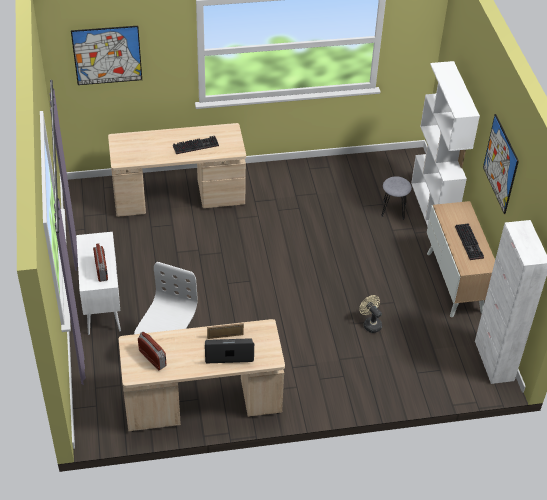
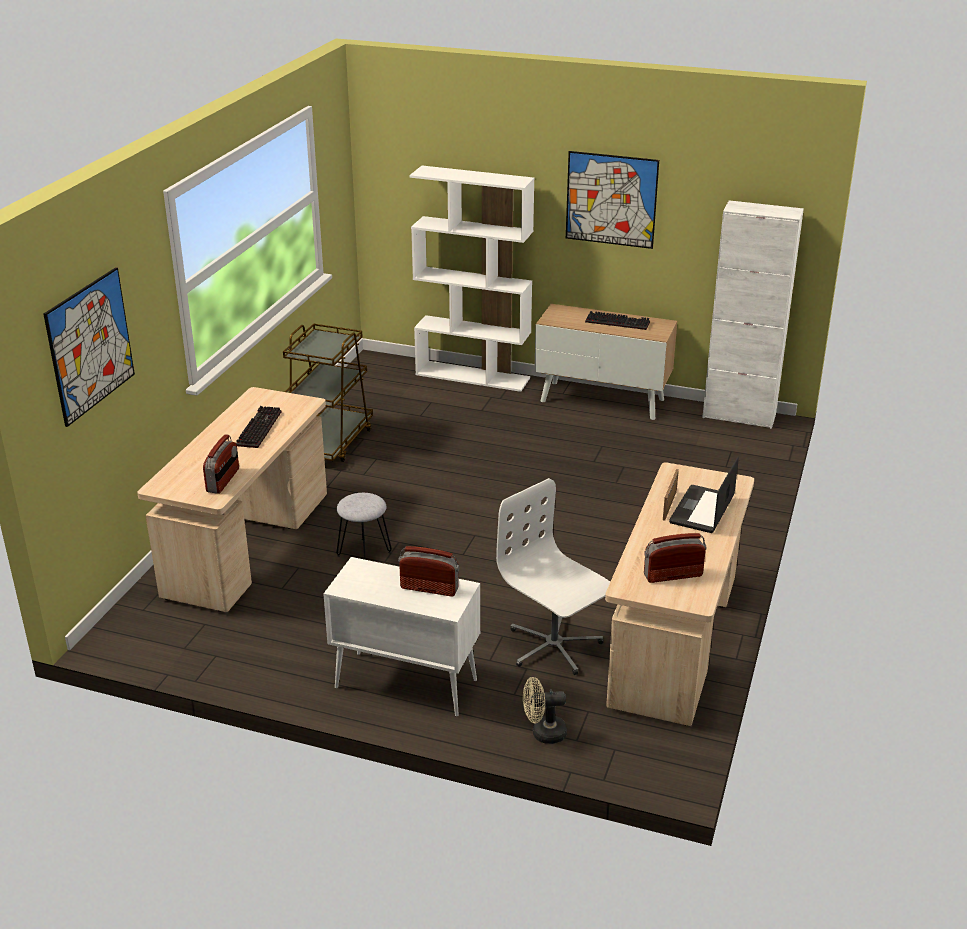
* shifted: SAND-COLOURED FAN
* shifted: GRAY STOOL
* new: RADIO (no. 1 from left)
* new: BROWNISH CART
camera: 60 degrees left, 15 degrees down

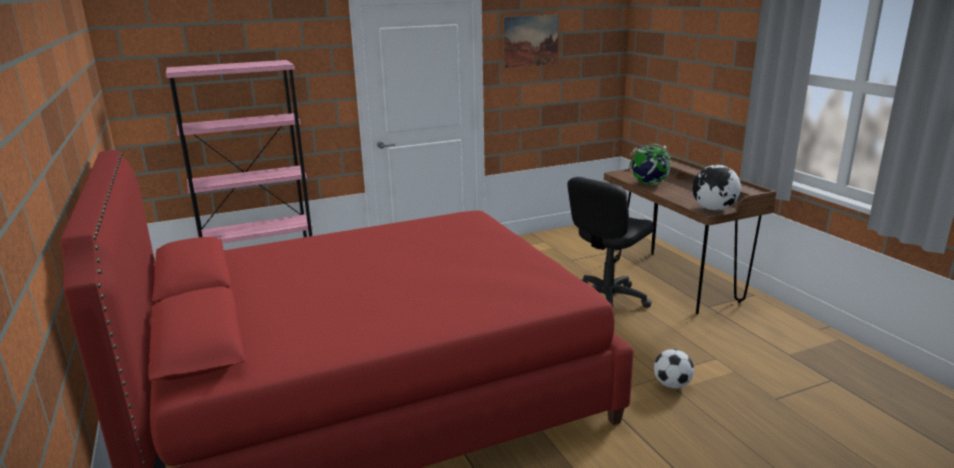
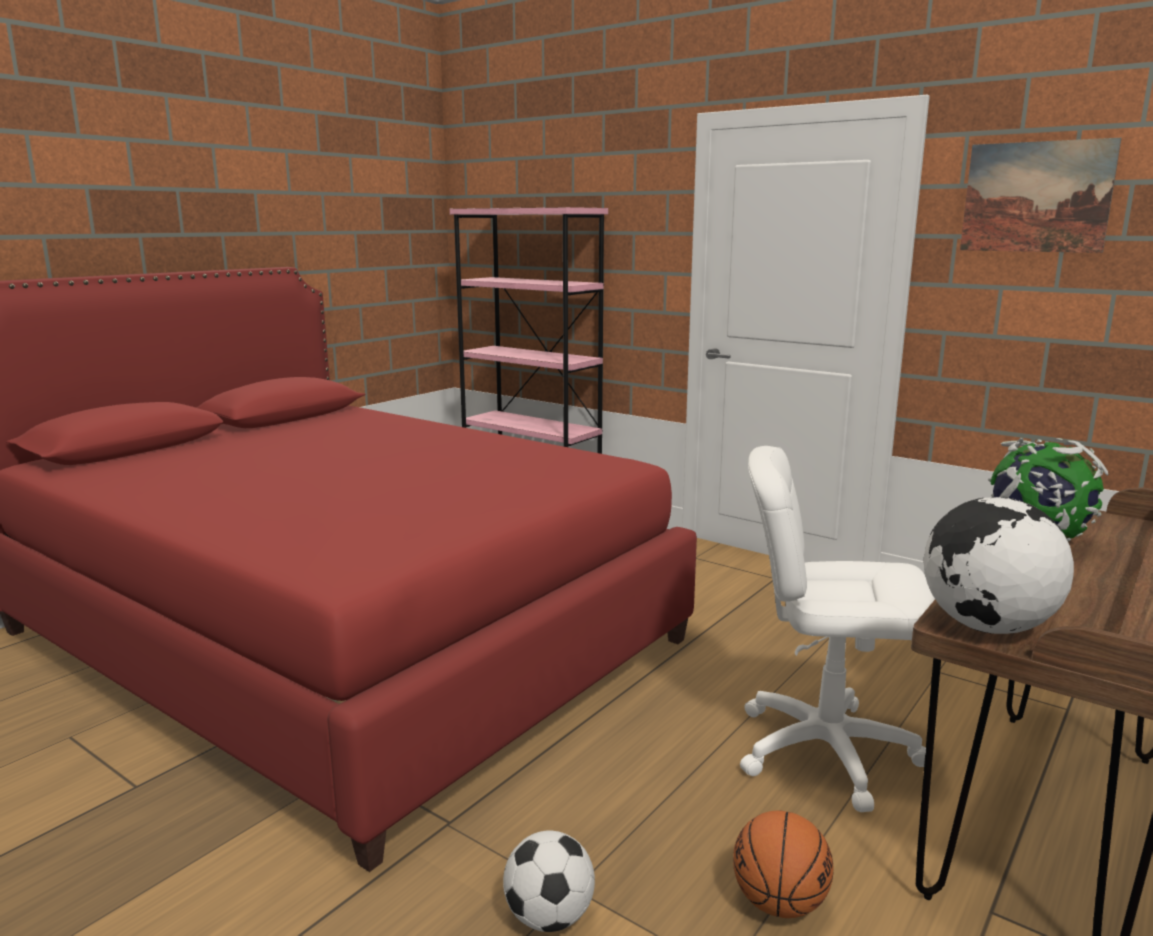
* repainted: BLACKISH COMPUTER CHAIR to WHITISH COMPUTER CHAIR
* new: BASKETBALL BALL
camera: 60 degrees right, 5 degrees down

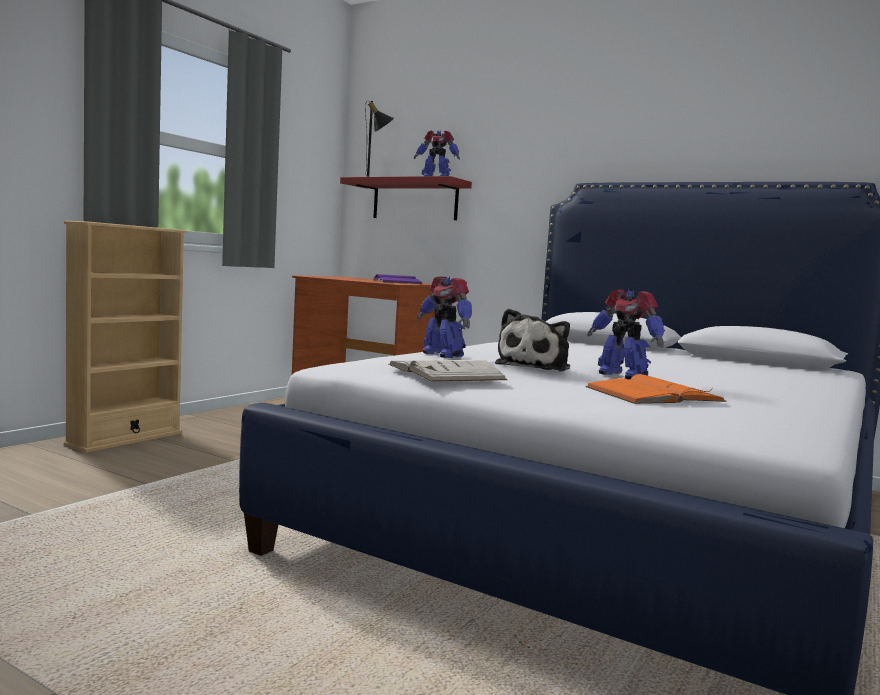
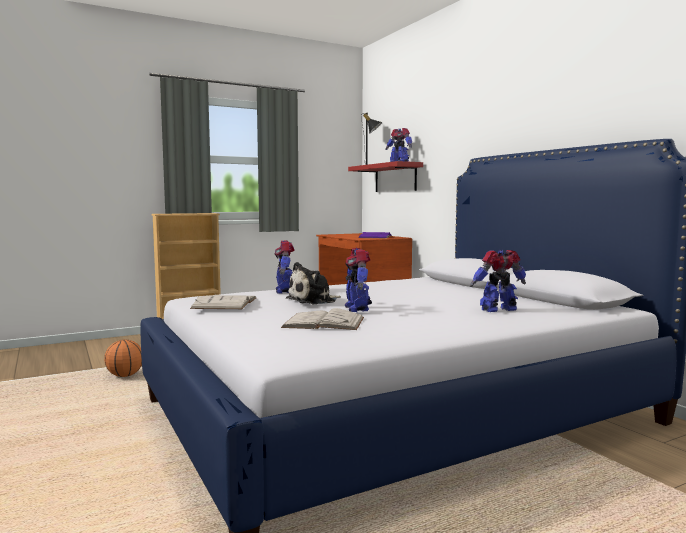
* repainted: ORANGE VOLUME to WHITISH VOLUME (no. 2 from left)
* new: BASKETBALL BALL
* new: MODEL ROBOT (no. 4 from left)
camera: 30 degrees right, 0 degrees up

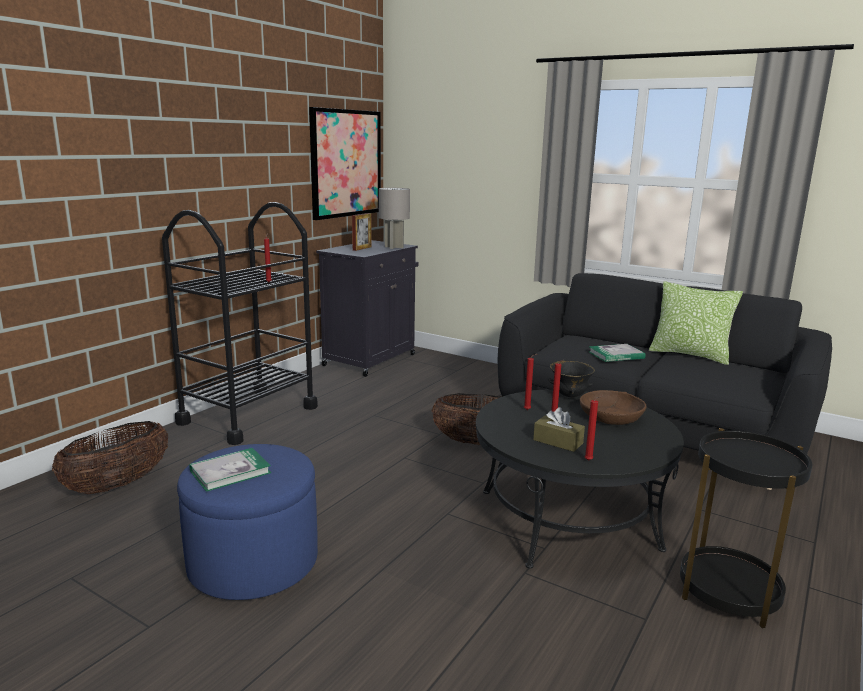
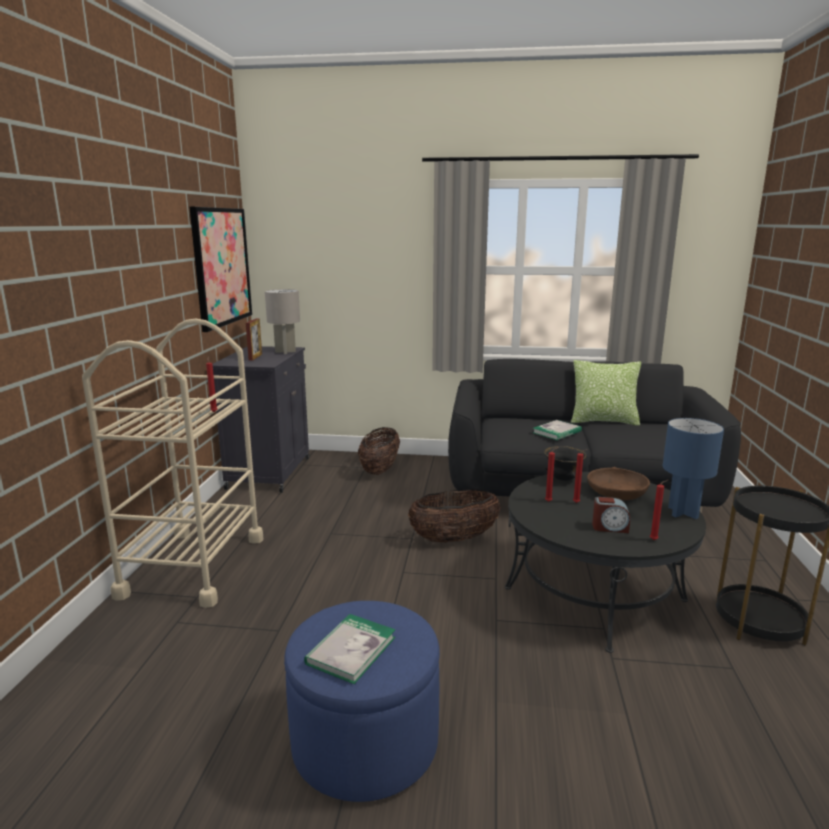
* shifted: BASKET (no. 1 from left)
* repainted: BLACKISH CART to SAND-COLOURED CART
* swapped: BROWNISH TISSUE HOLDER to ALARM CLOCK
* new: BLUE LAMP FOR A TABLE
camera: 25 degrees left, 0 degrees up

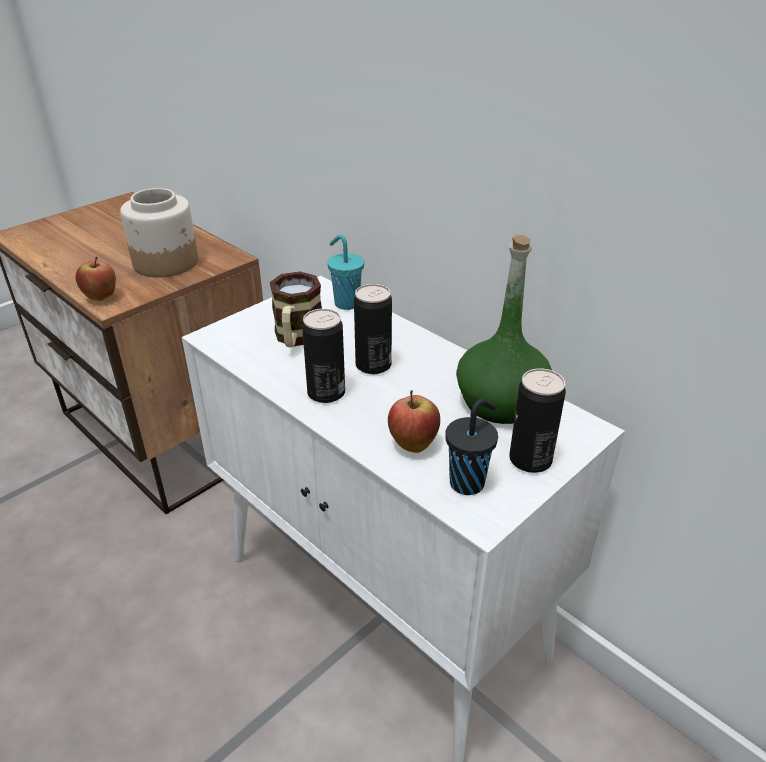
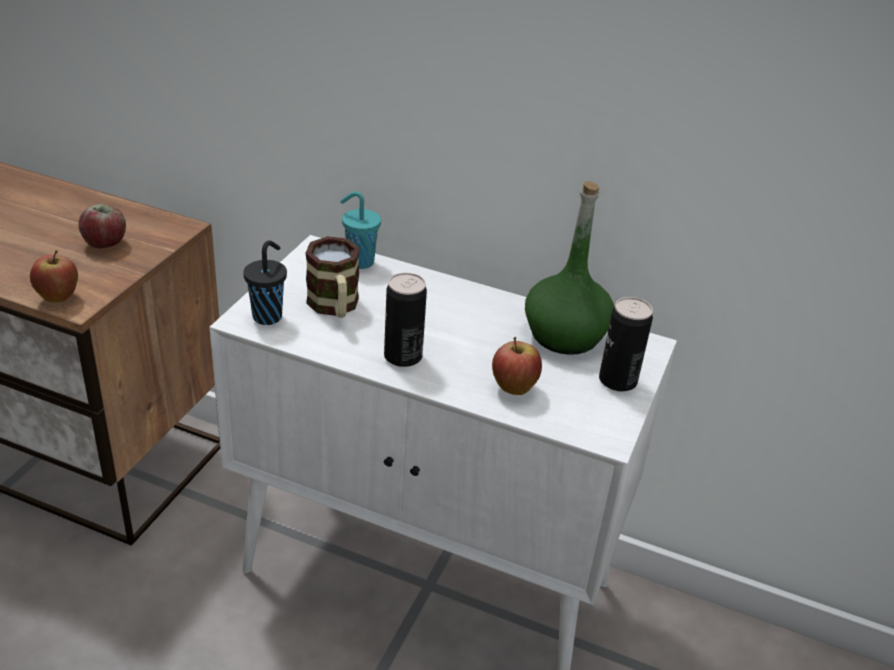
* swapped: PRESERVE JAR to APPLE FRUIT (no. 2 from left)
* gone: METAL CAN (no. 2 from left)
* shifted: BLACKISH CUP
camera: 25 degrees left, 0 degrees up

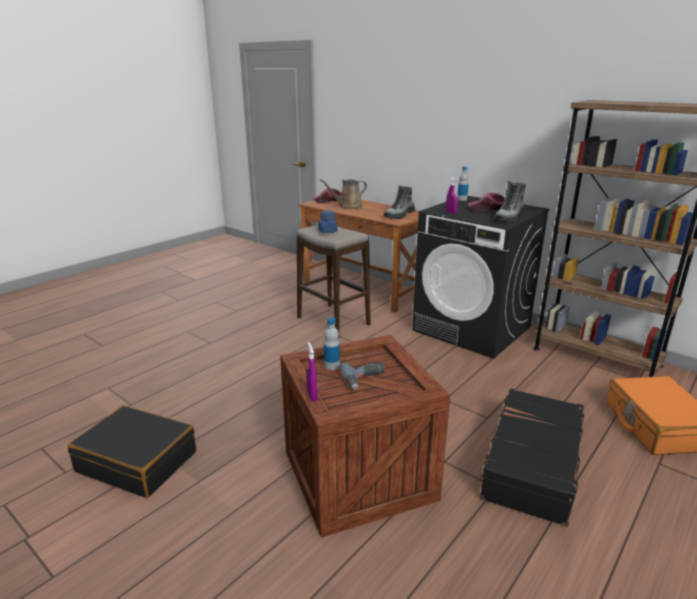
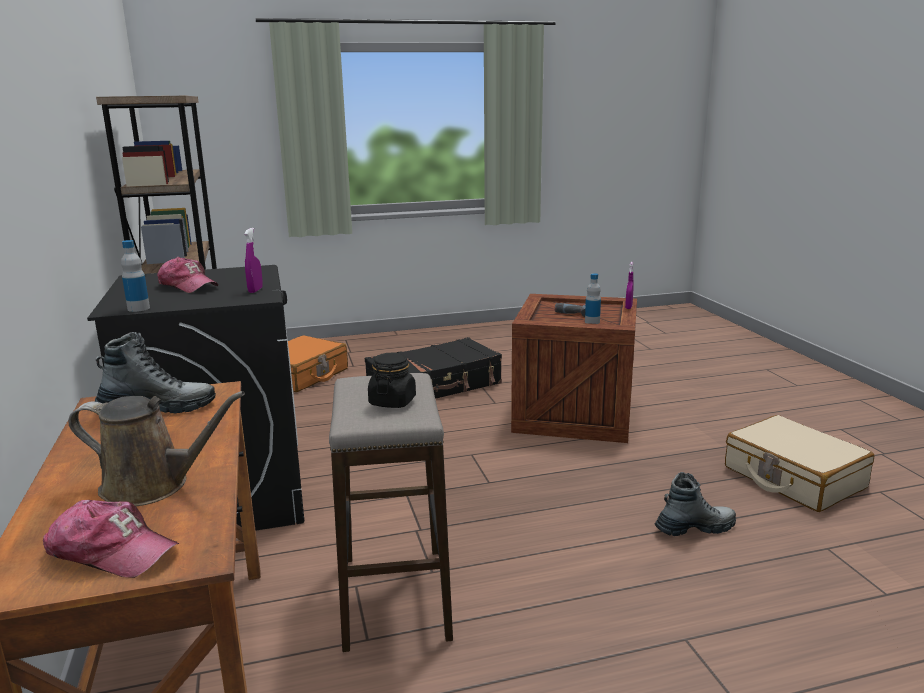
* repainted: BLACKISH TRAVEL CASE (no. 1 from left) to SAND-COLOURED TRAVEL CASE
* repainted: BLUE PRESERVE JAR to BLACKISH PRESERVE JAR
* shifted: HIGH-TOP BOOT (no. 2 from left)
camera: 145 degrees left, 5 degrees down

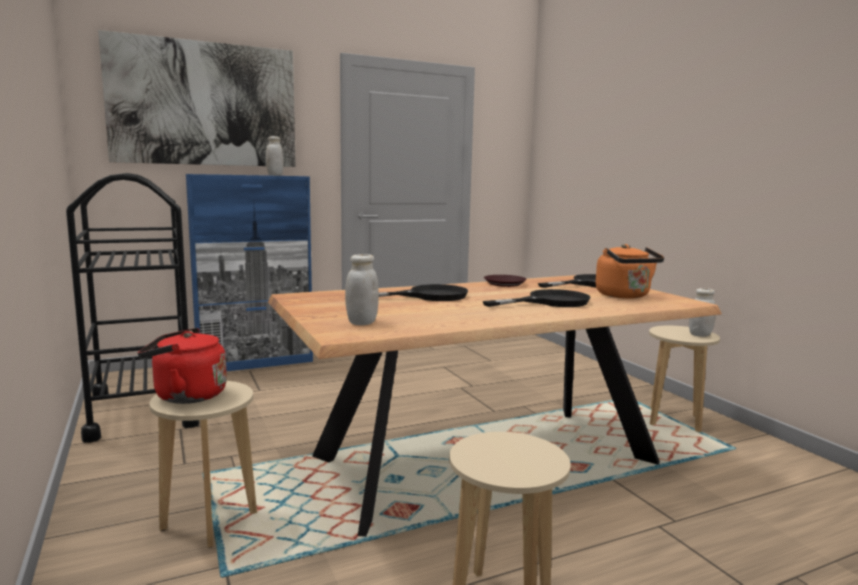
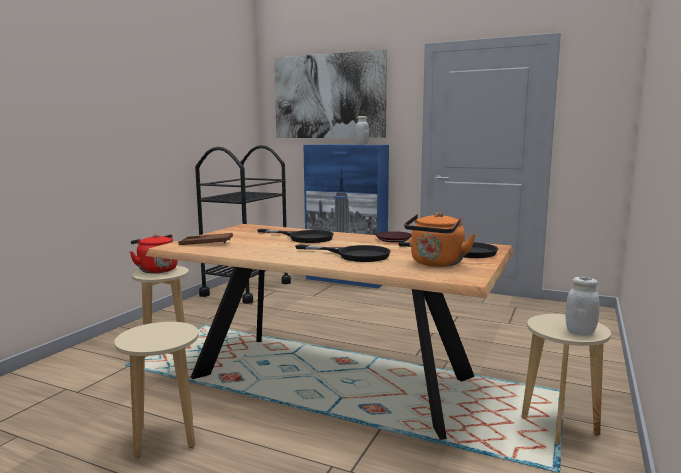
* swapped: WHITISH PRESERVE JAR (no. 2 from left) to BROWNISH CARRYING TRAY
camera: 50 degrees right, 0 degrees up

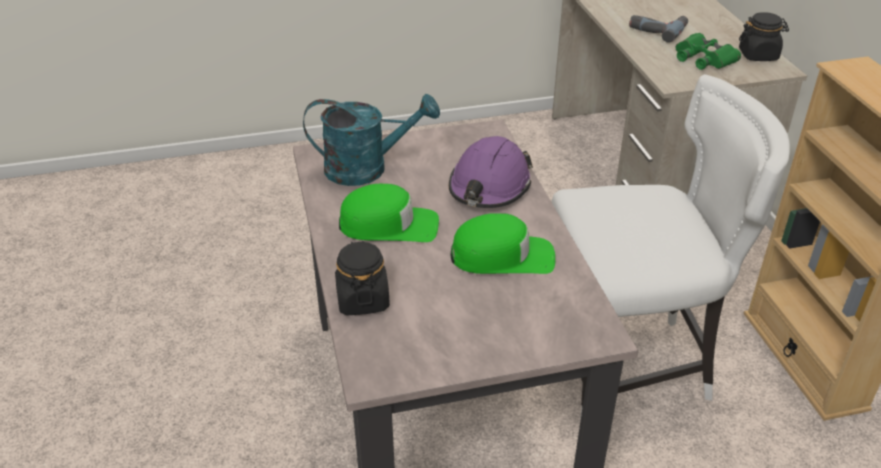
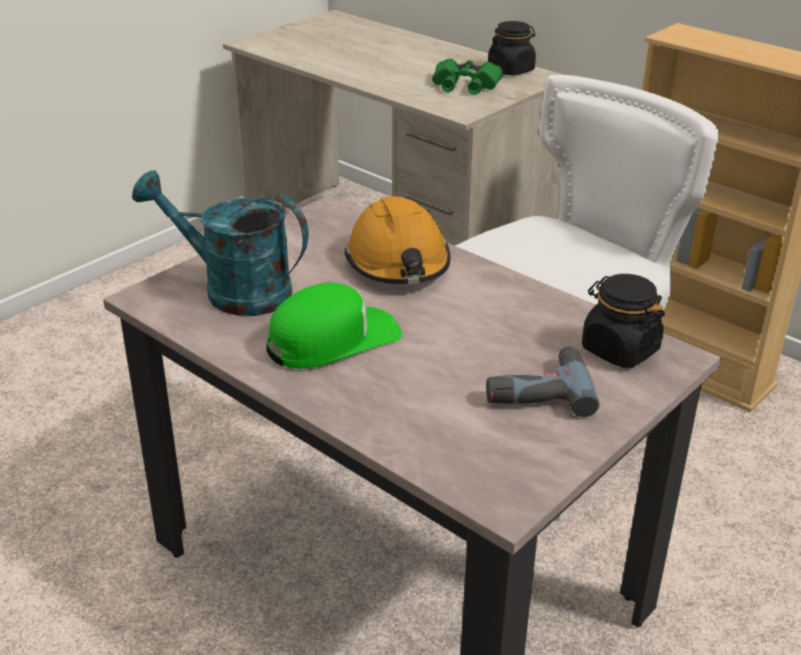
* rotated: TURQUOISE WATERING CAN 120 degrees counterclockwise
* shifted: BLACKISH PRESERVE JAR (no. 1 from left in the first image) to BLACKISH PRESERVE JAR (no. 2 from left)
* repainted: PURPLISH HARD HAT to ORANGE HARD HAT
* gone: GREEN-COLOURED PEAKED CAP (no. 2 from left)
* shifted: DRILL
camera: 35 degrees left, 5 degrees down

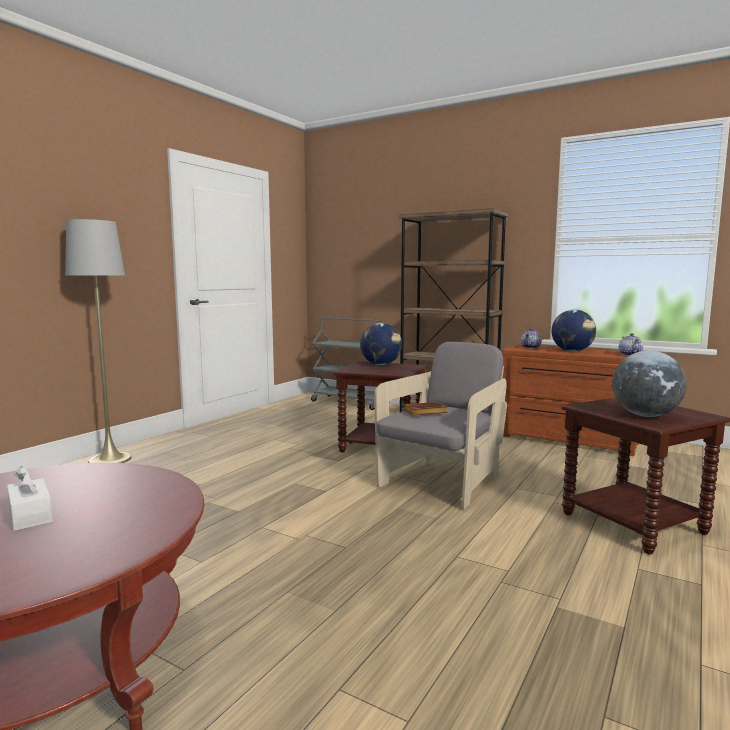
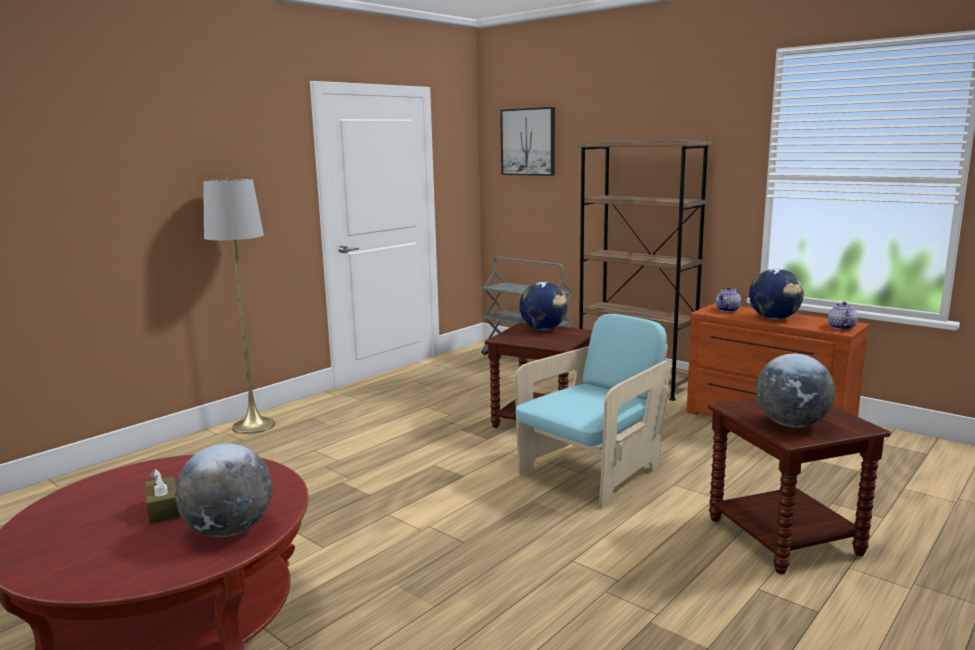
* repainted: WHITISH TISSUE HOLDER to BROWNISH TISSUE HOLDER
* repainted: GRAY EASY CHAIR to TURQUOISE EASY CHAIR
* gone: BROWNISH VOLUME
* new: GLOBE (no. 1 from left)
* new: WALL ART
camera: 10 degrees right, 5 degrees up

